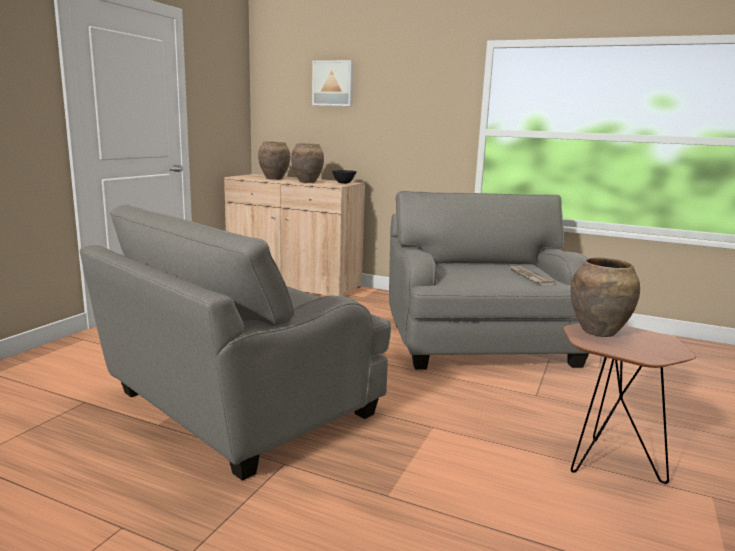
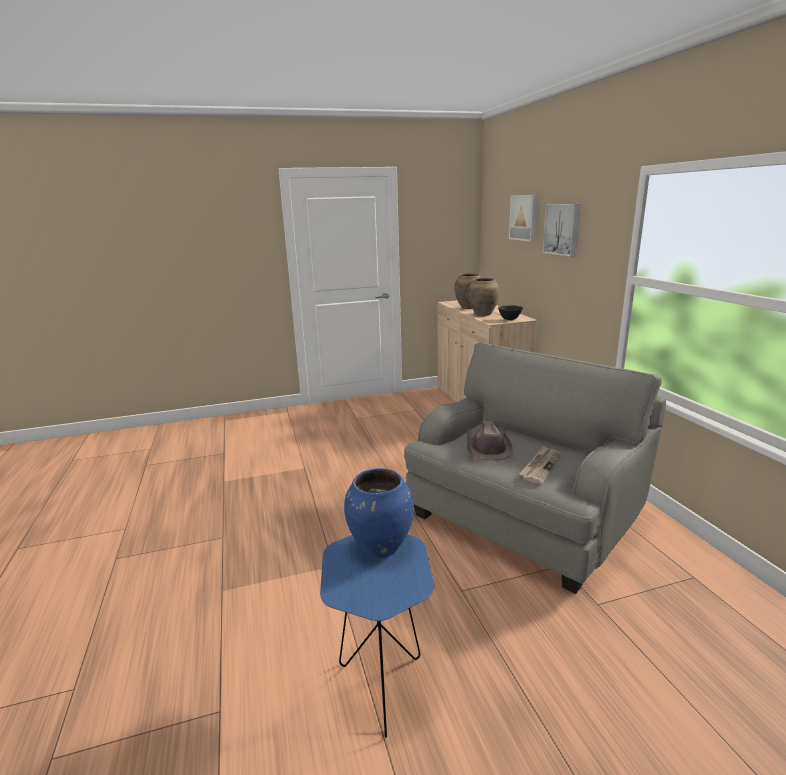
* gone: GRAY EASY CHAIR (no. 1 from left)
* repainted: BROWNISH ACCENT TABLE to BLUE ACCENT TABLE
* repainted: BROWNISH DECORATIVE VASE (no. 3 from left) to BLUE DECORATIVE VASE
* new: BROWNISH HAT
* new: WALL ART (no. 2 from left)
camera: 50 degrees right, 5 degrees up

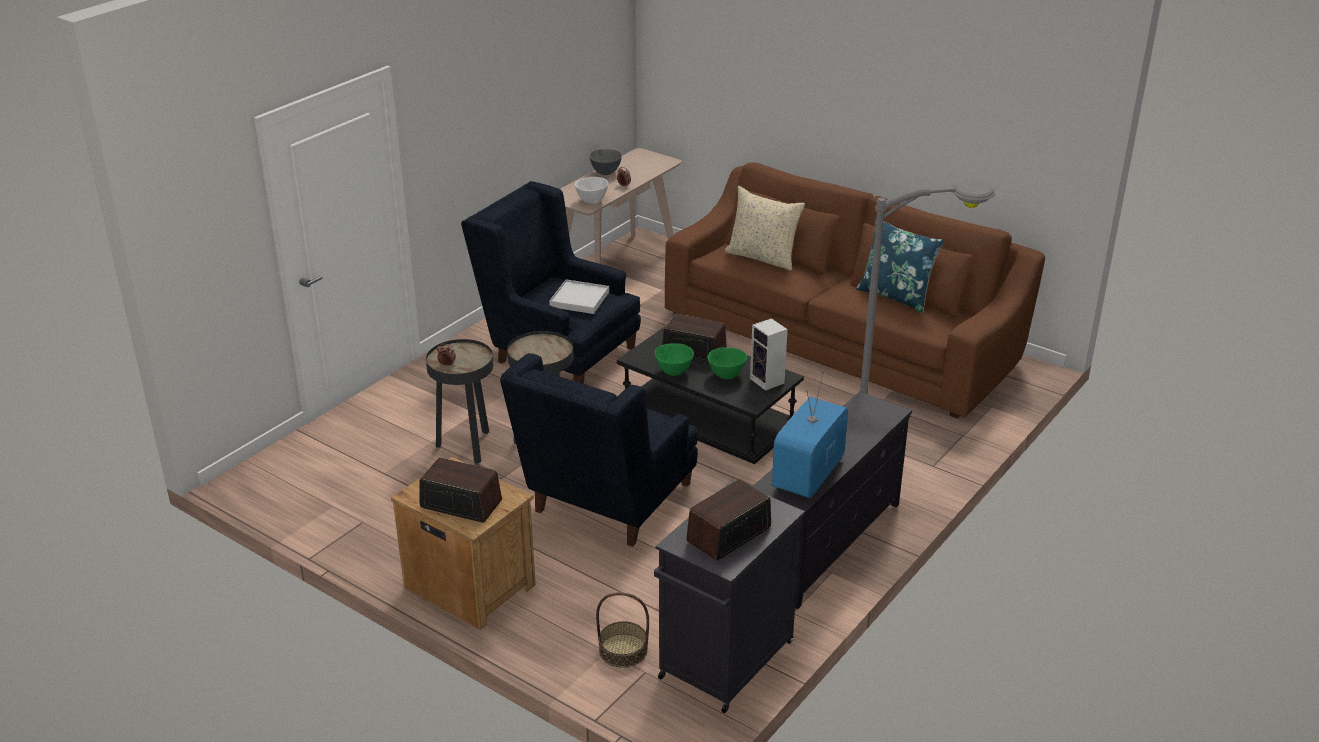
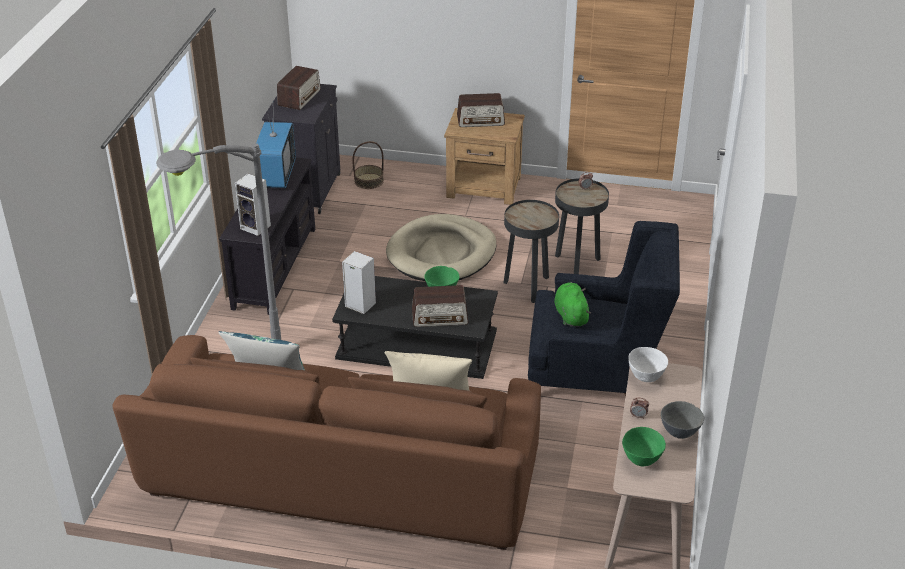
* swapped: BLUE EASY CHAIR (no. 2 from left) to SAND-COLOURED PET BED
* swapped: WHITISH CARRYING TRAY to GREEN-COLOURED SOFT TOY
* shifted: GREEN-COLOURED DEEP DISH (no. 2 from left)
* new: AUDIO SPEAKER (no. 1 from left)
camera: 155 degrees right, 5 degrees up

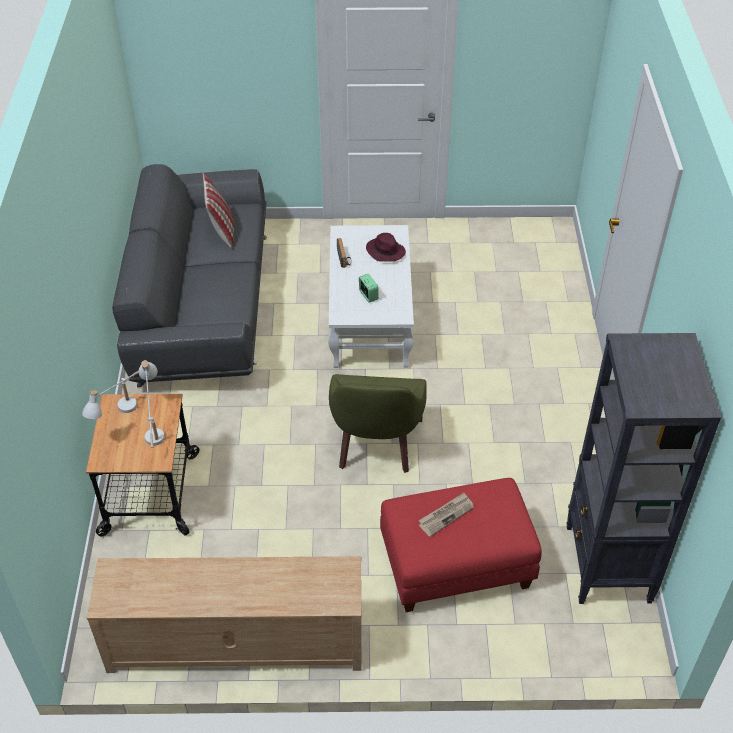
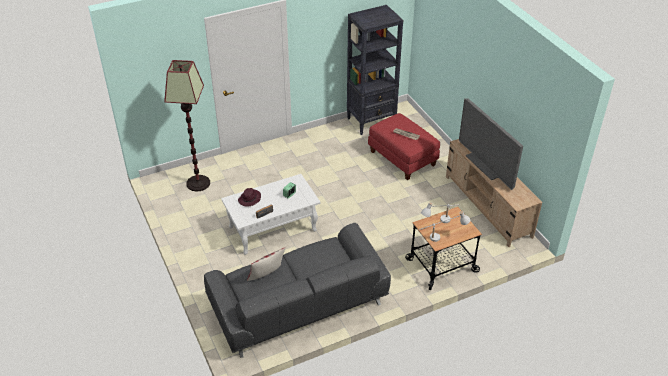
* gone: GREEN-COLOURED EASY CHAIR
* new: FLOOR LAMP
* new: TV SET
camera: 115 degrees left, 5 degrees down

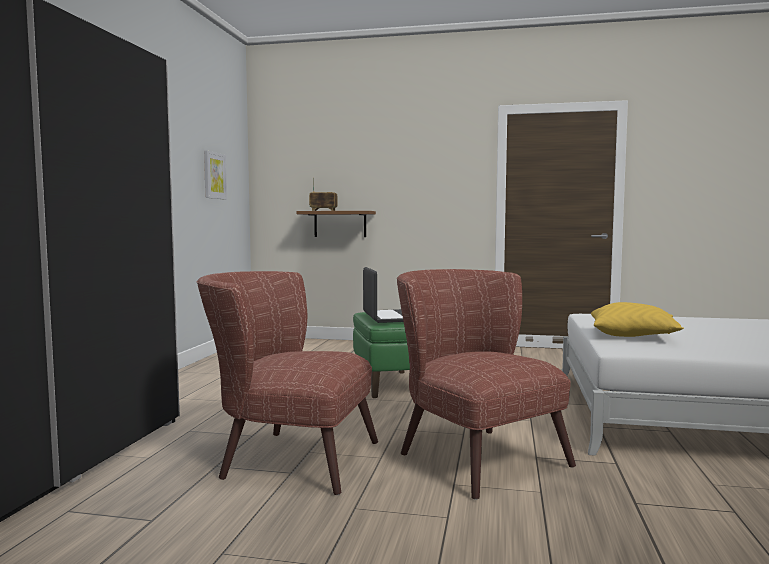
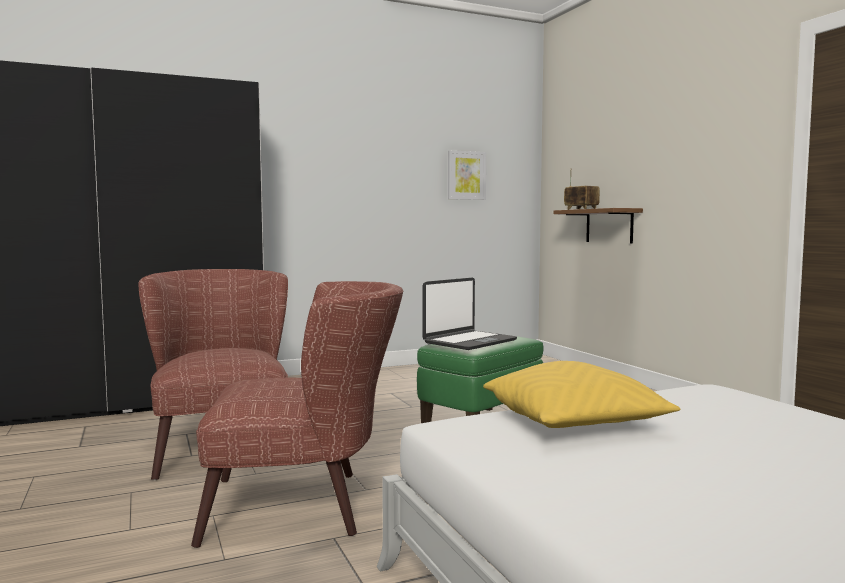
* rotated: BROWNISH EASY CHAIR (no. 2 from left) 60 degrees clockwise
camera: 55 degrees right, 0 degrees up

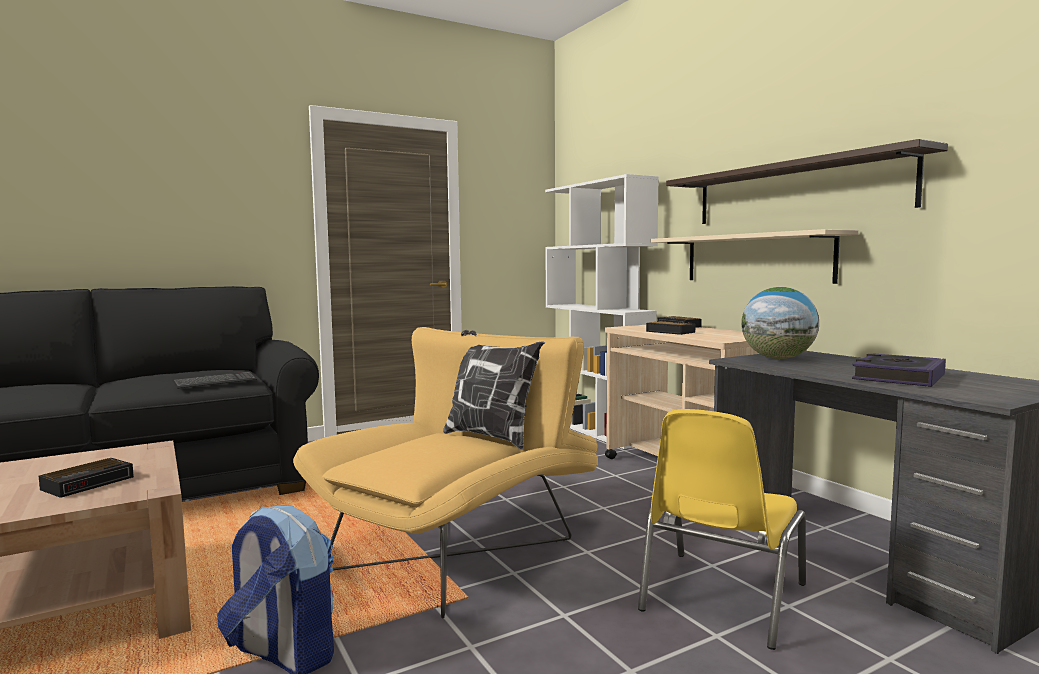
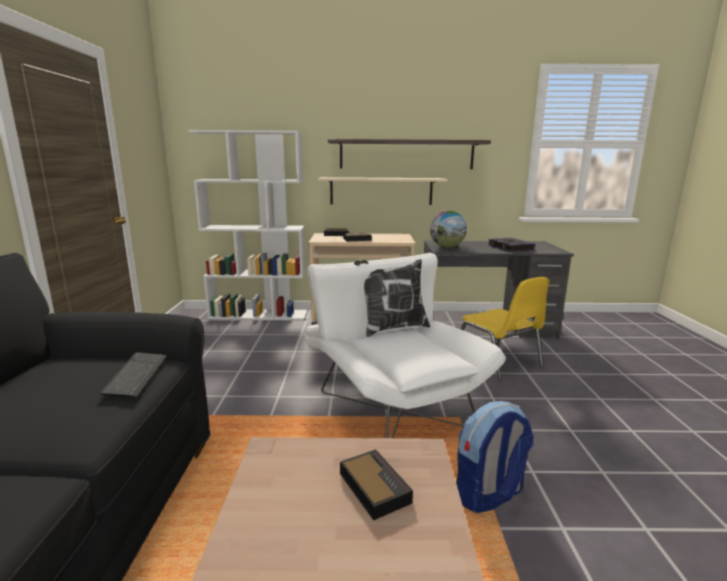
* repainted: YELLOW-COLOURED EASY CHAIR to WHITISH EASY CHAIR
camera: 60 degrees left, 10 degrees up

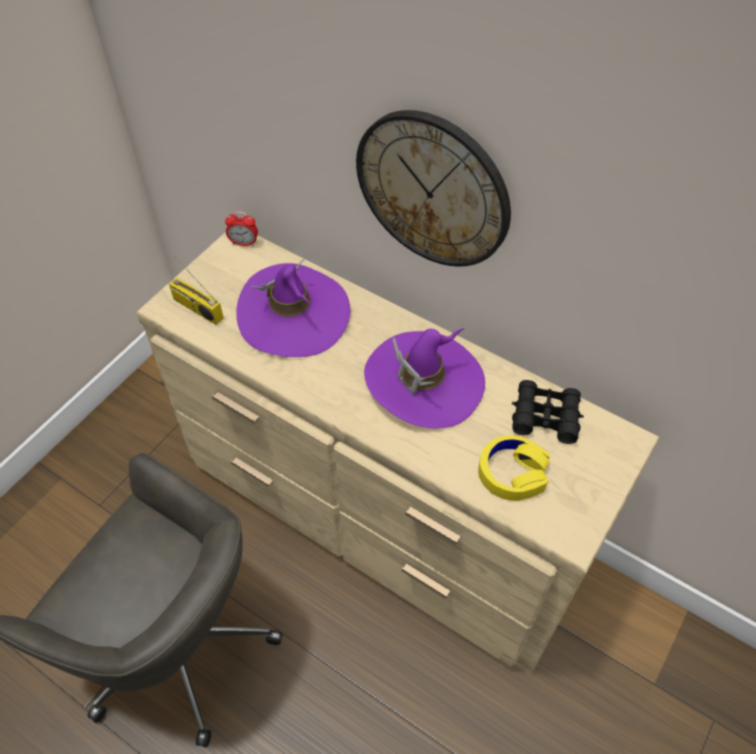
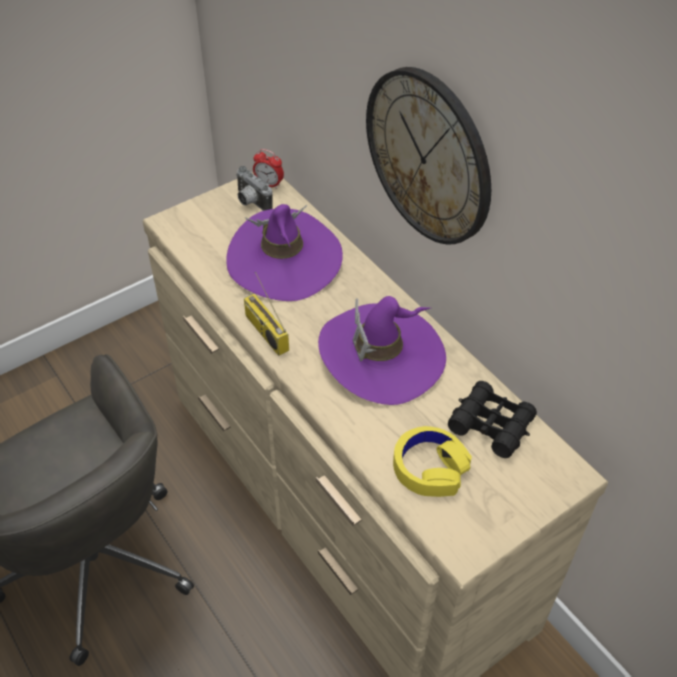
* shifted: RADIO
* new: PHOTO CAMERA
camera: 20 degrees right, 5 degrees down

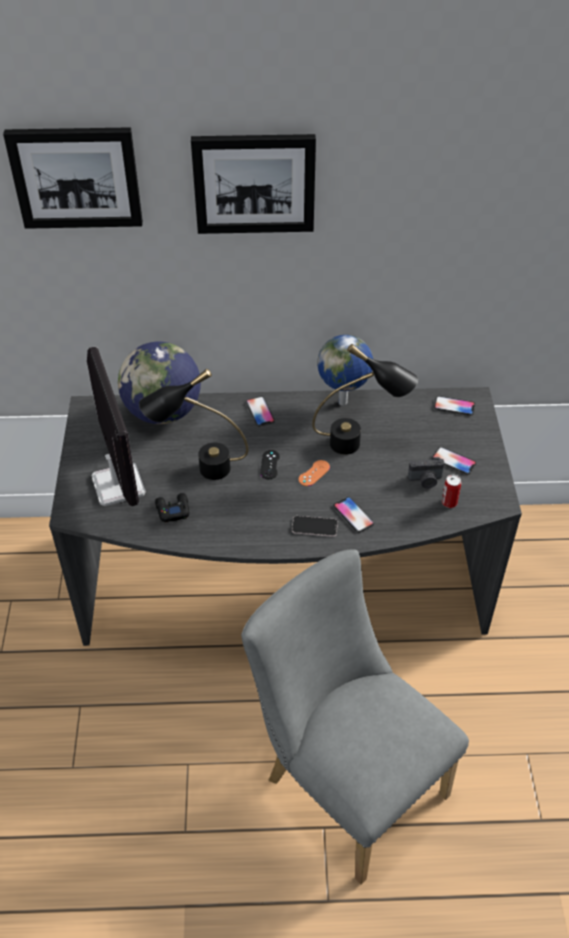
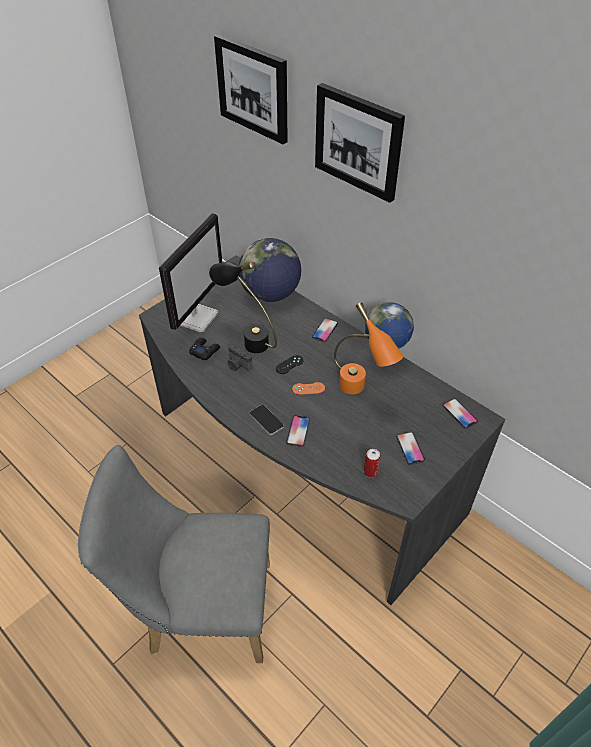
* rotated: GRAY UPRIGHT CHAIR 90 degrees counterclockwise
* repainted: BLACKISH LAMP FOR A TABLE (no. 2 from left) to ORANGE LAMP FOR A TABLE
* shifted: PHOTO CAMERA
camera: 45 degrees right, 0 degrees up

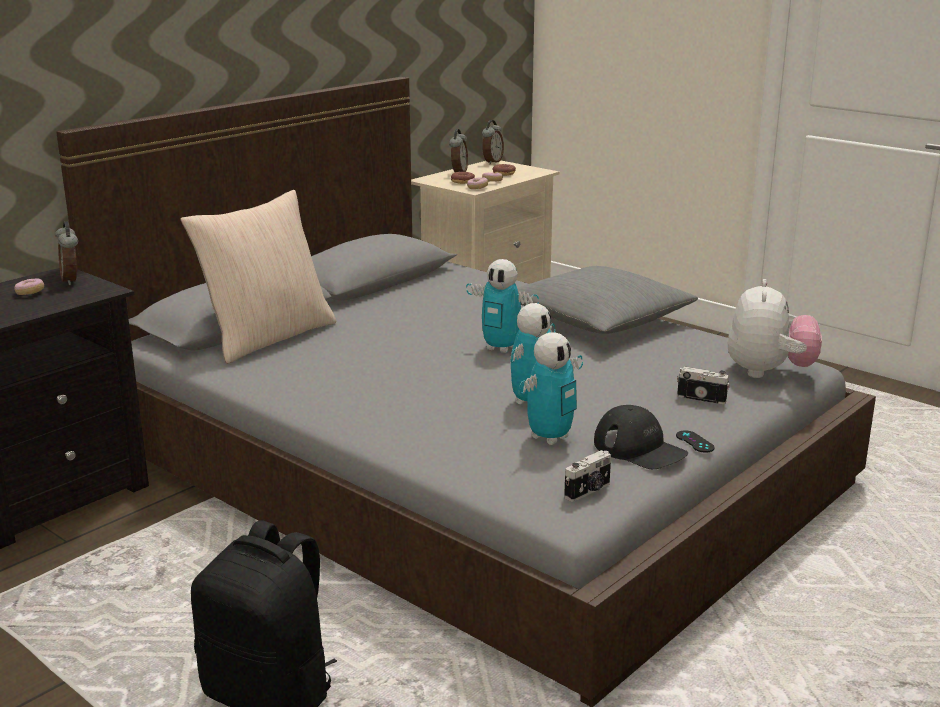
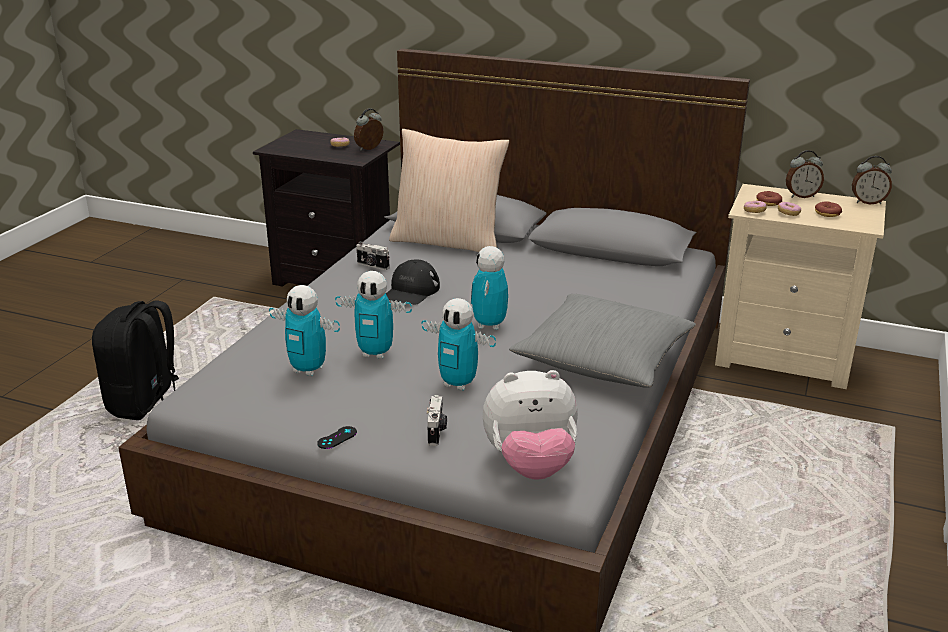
* shifted: PHOTO CAMERA (no. 1 from left)
* shifted: BLACKISH PEAKED CAP
* new: MODEL ROBOT (no. 3 from left)
camera: 70 degrees right, 5 degrees up

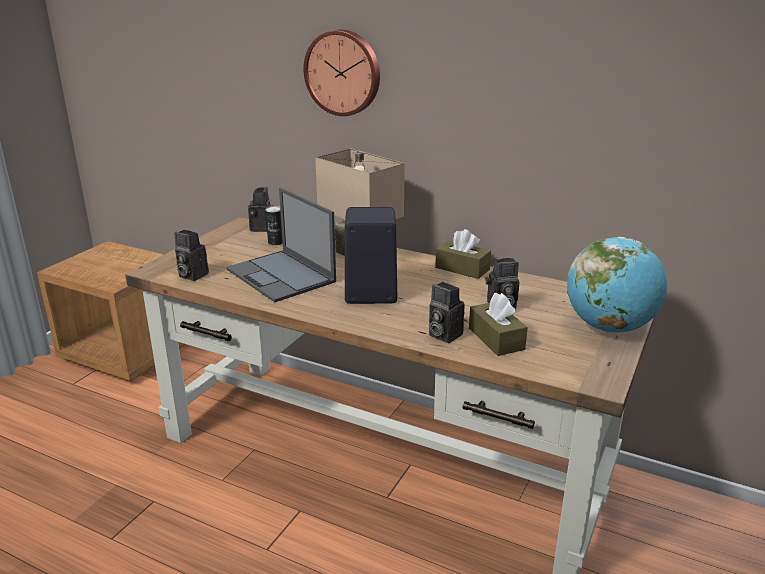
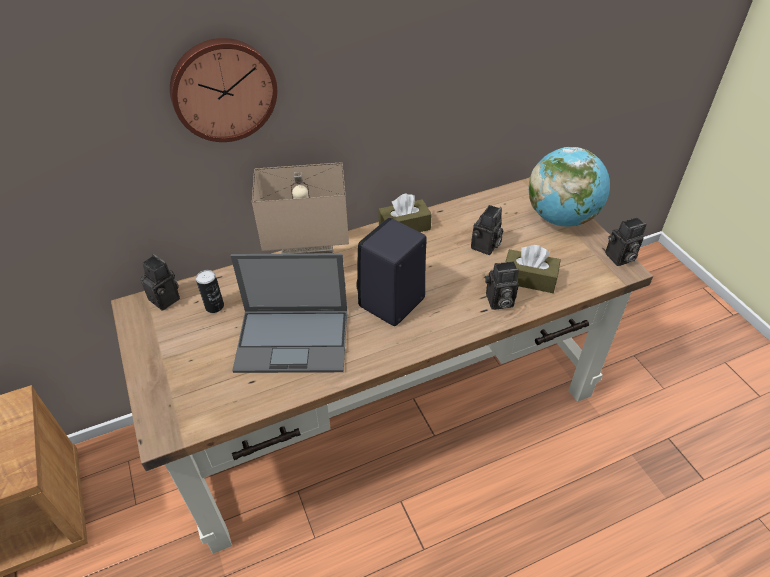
* shifted: PHOTO CAMERA (no. 1 from left in the first image) to PHOTO CAMERA (no. 4 from left)
camera: 50 degrees left, 20 degrees up

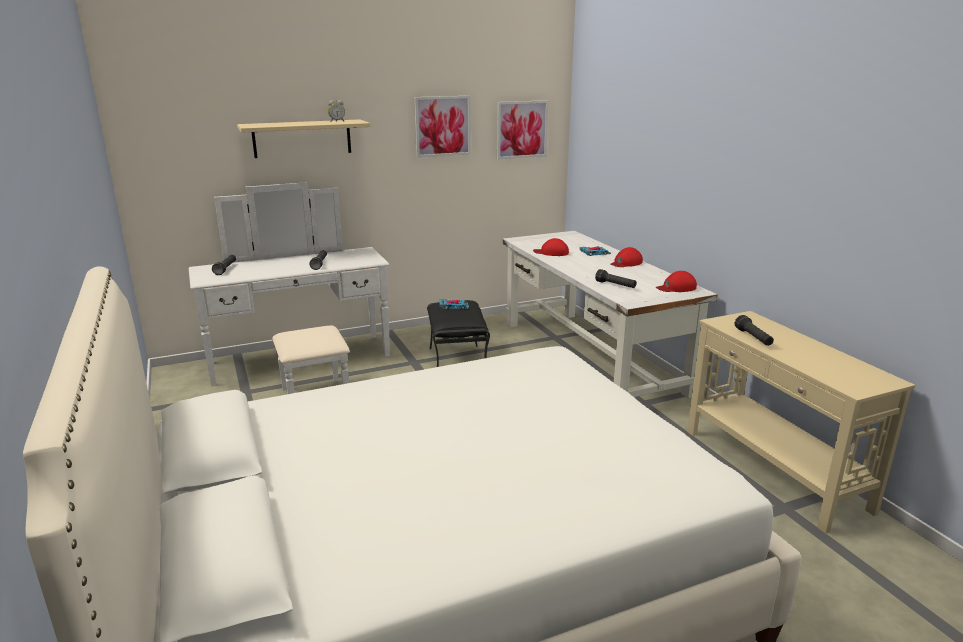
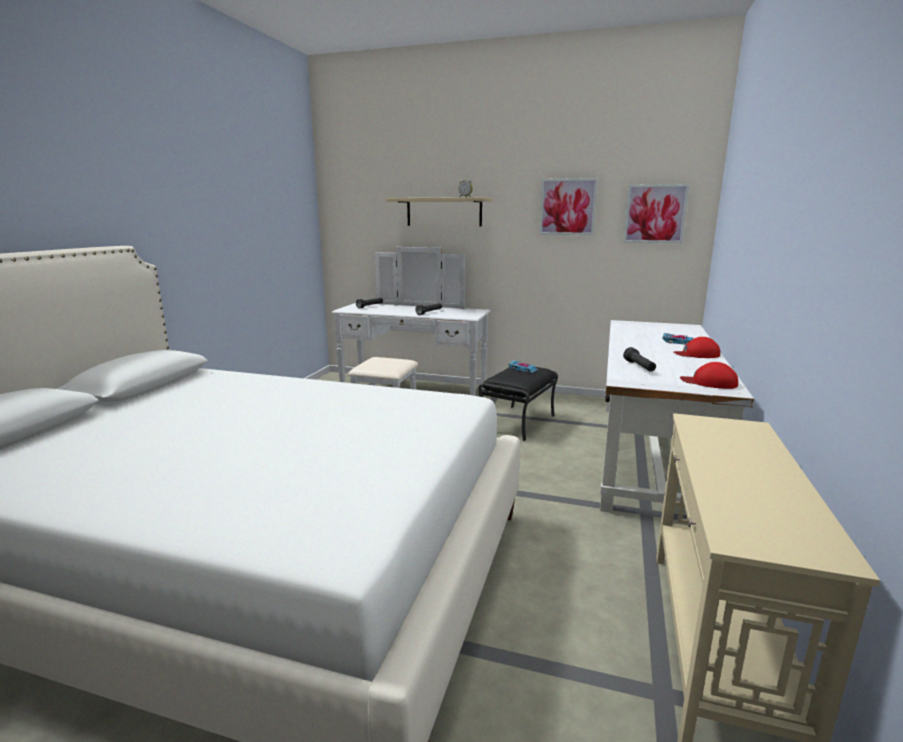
* gone: REDDISH PEAKED CAP (no. 1 from left)
* gone: BLACKISH FLASHLIGHT (no. 4 from left)
camera: 40 degrees right, 5 degrees down

